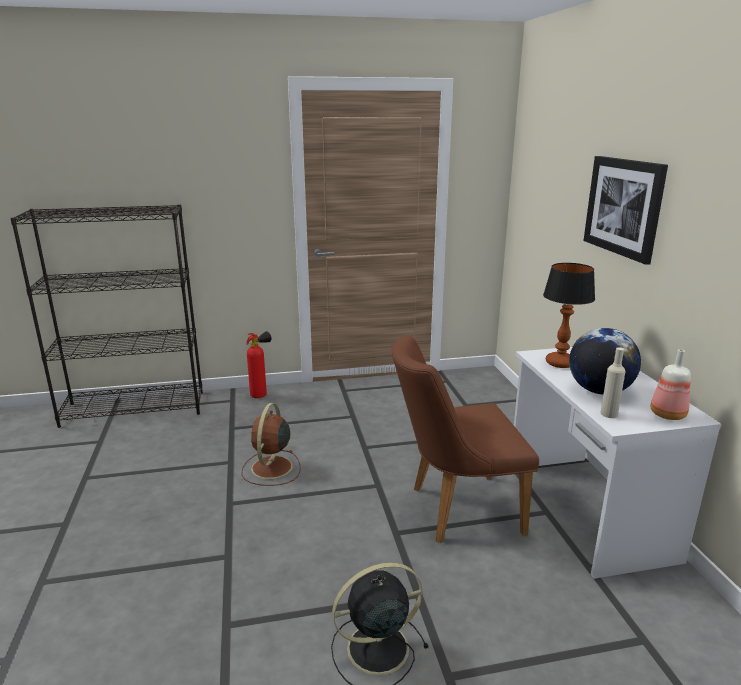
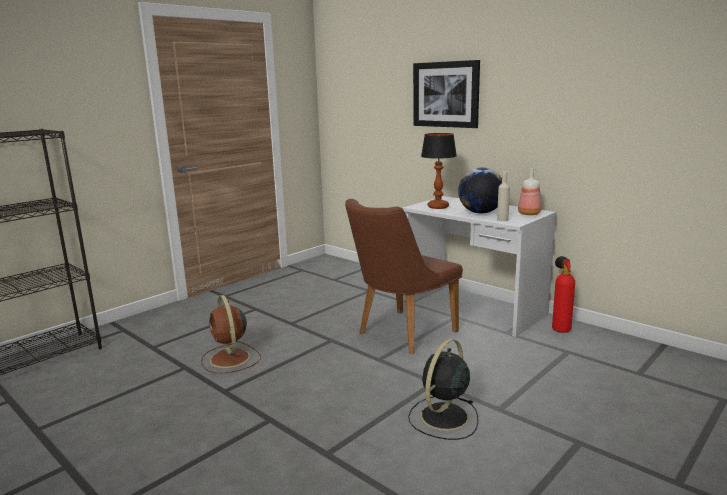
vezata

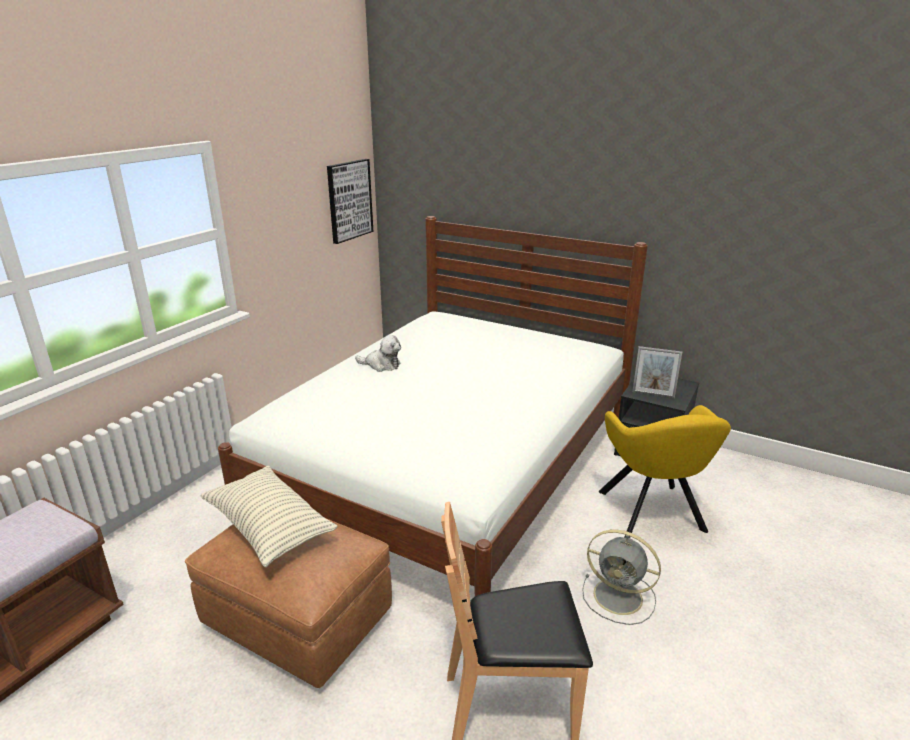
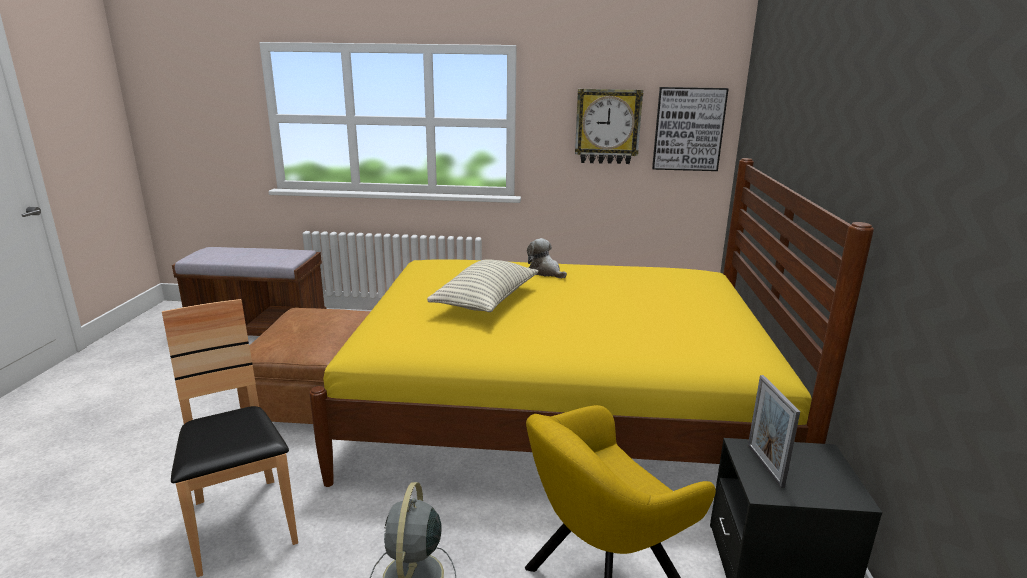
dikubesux
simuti
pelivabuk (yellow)
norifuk

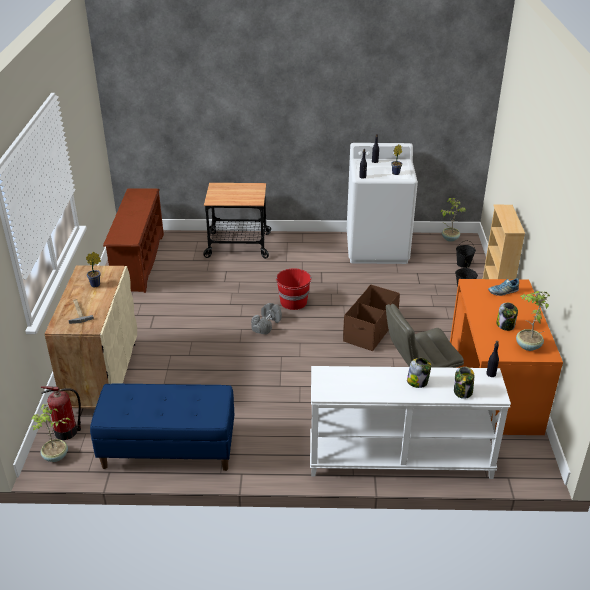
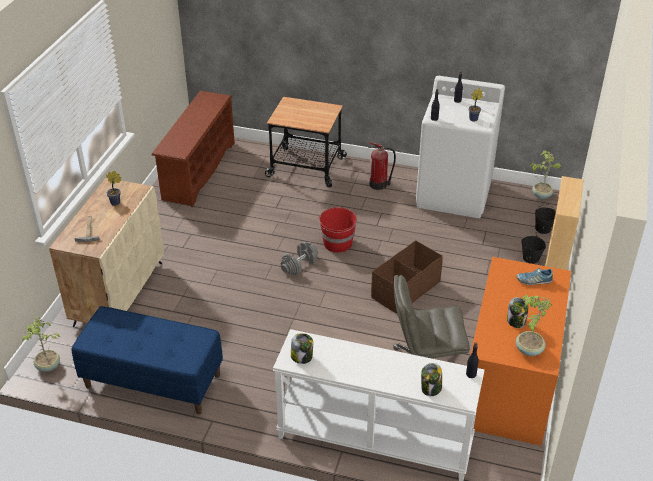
vezata
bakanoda (no. 1 from left)

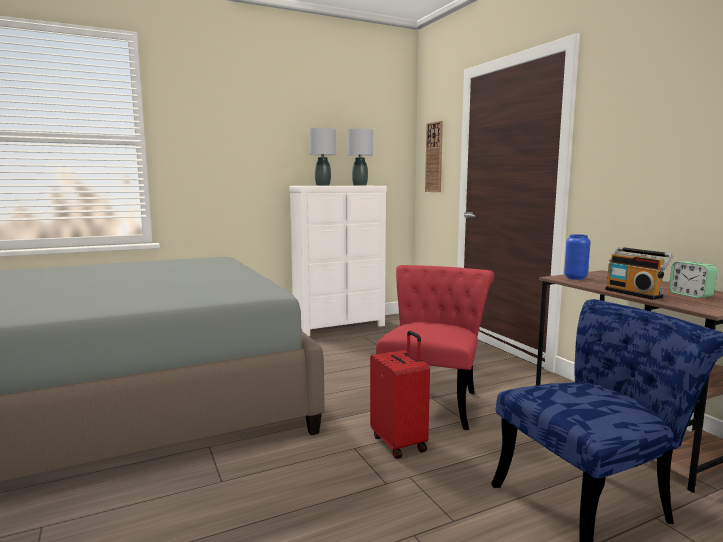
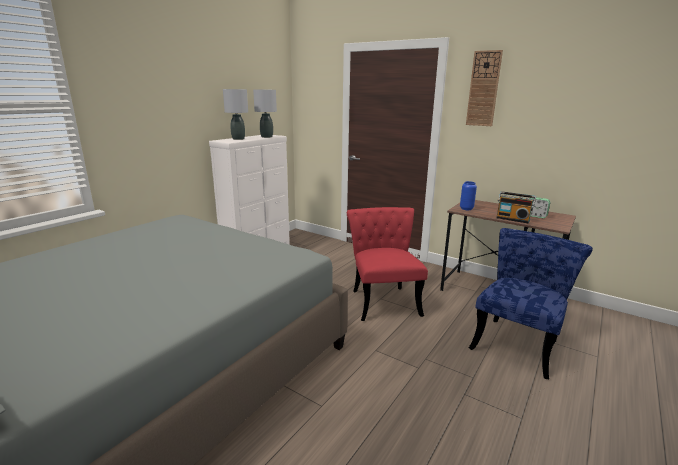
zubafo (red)
dikubesux

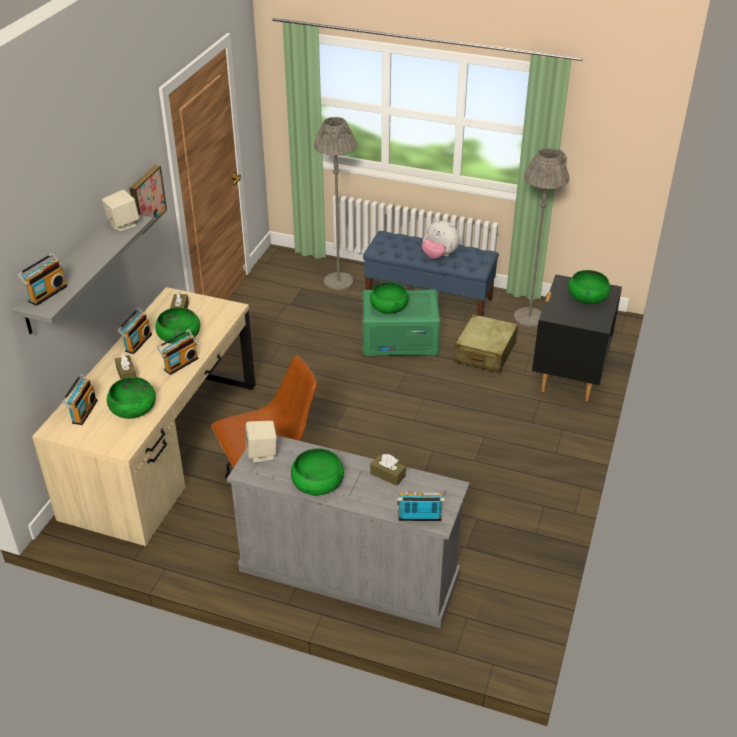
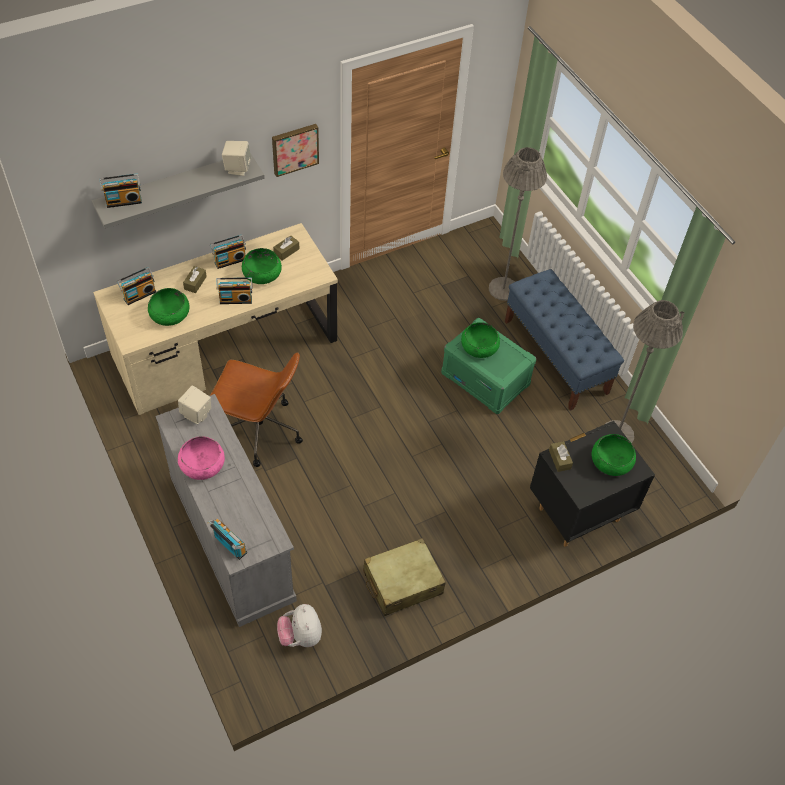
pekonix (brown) (no. 3 from left)
norifuk
zubafo (beige)
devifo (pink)

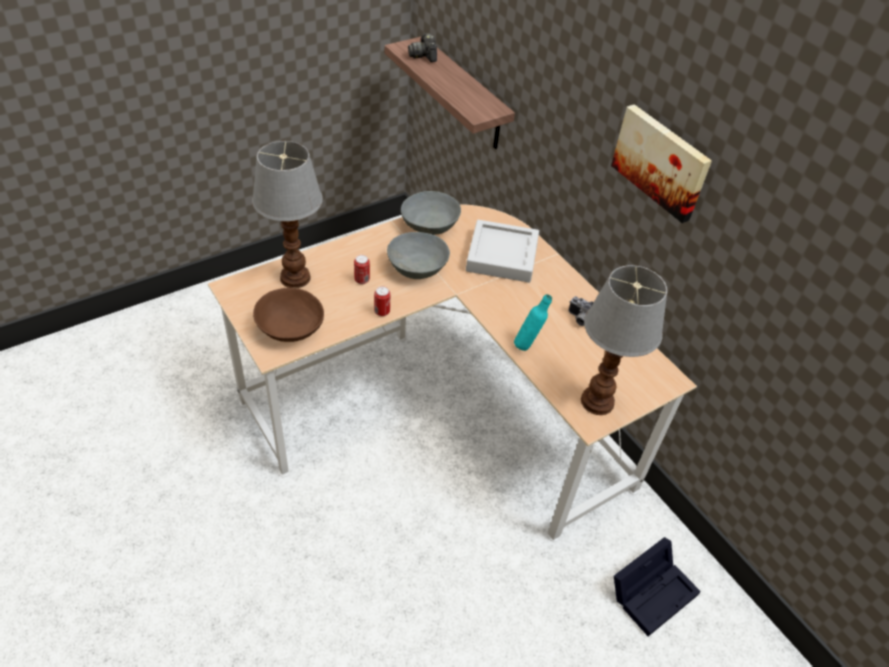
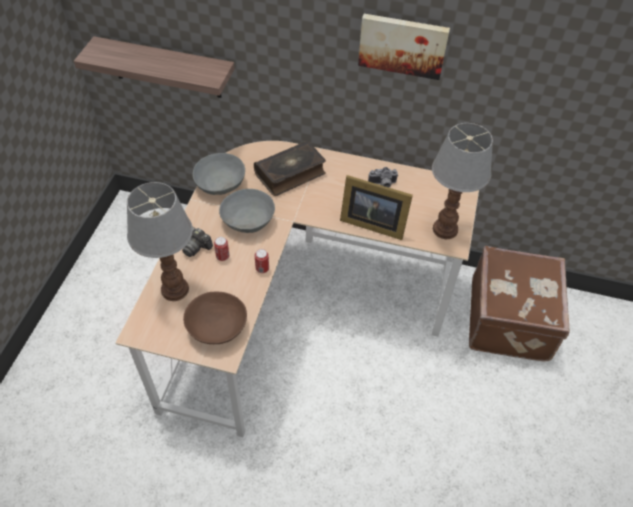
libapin (no. 1 from left)
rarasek
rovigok
zubafo (brown)

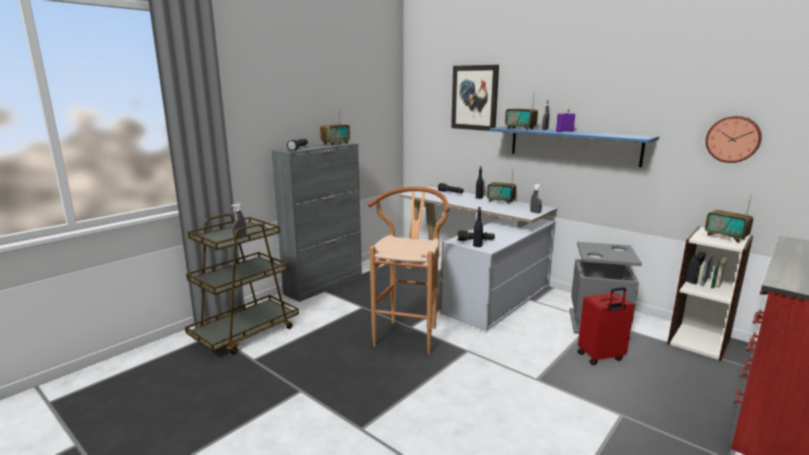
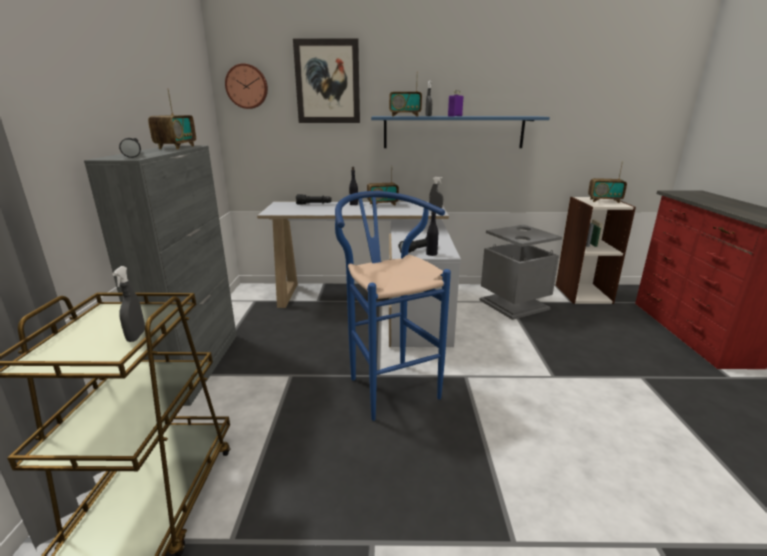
zubafo (red)
dikubesux
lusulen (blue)

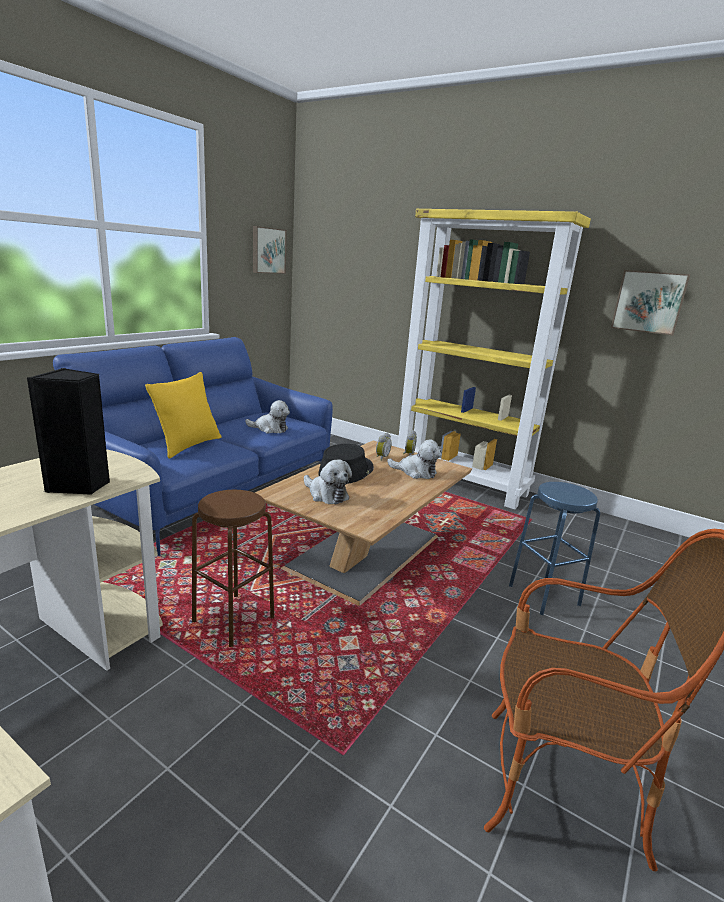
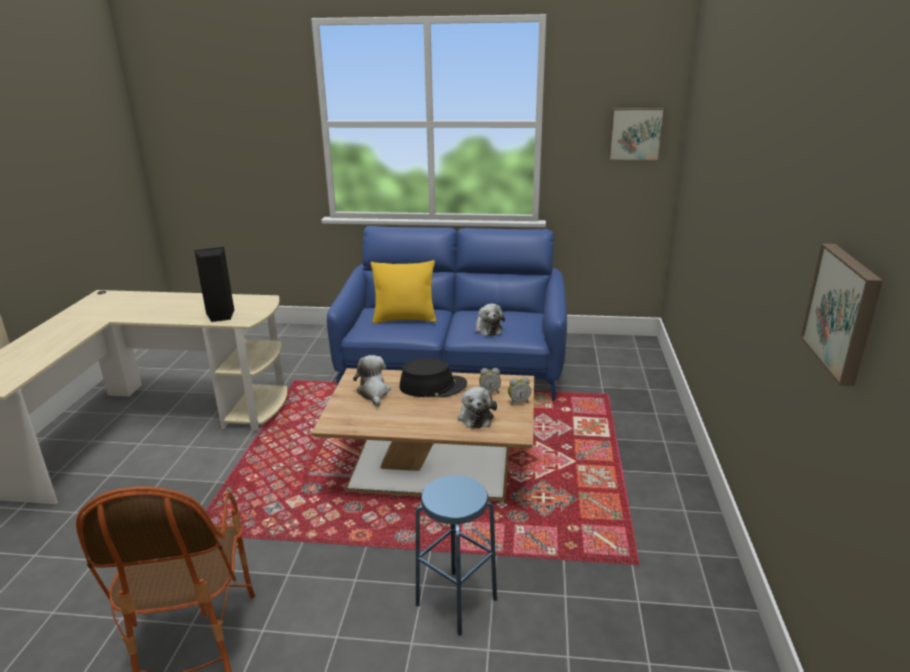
lusulen (brown)
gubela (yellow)
norifuk (no. 1 from left)

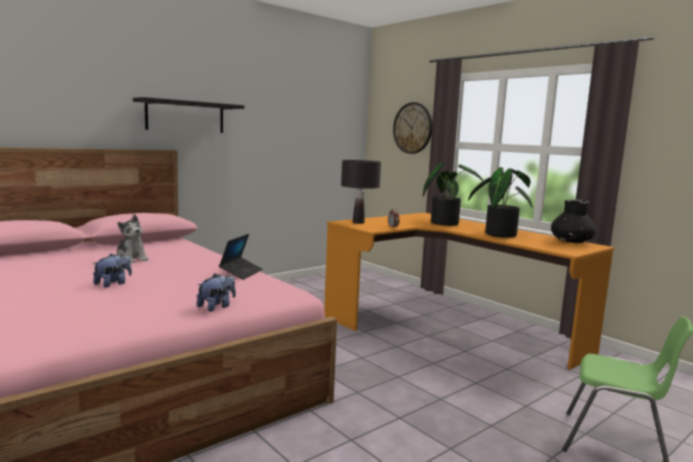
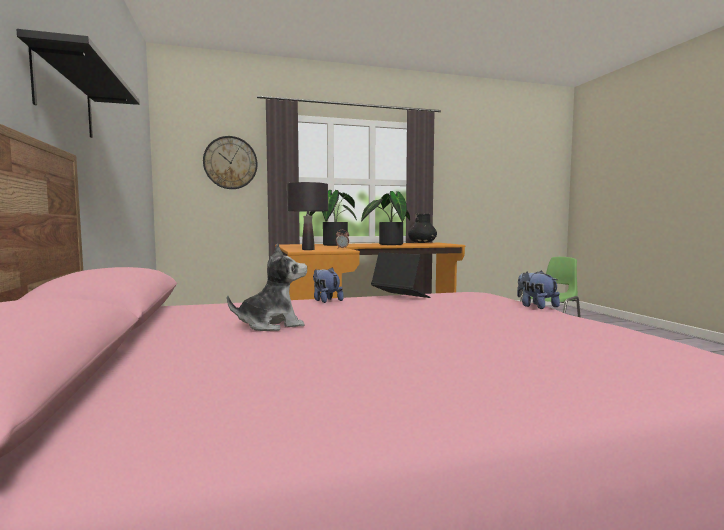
norifuk (no. 2 from left)

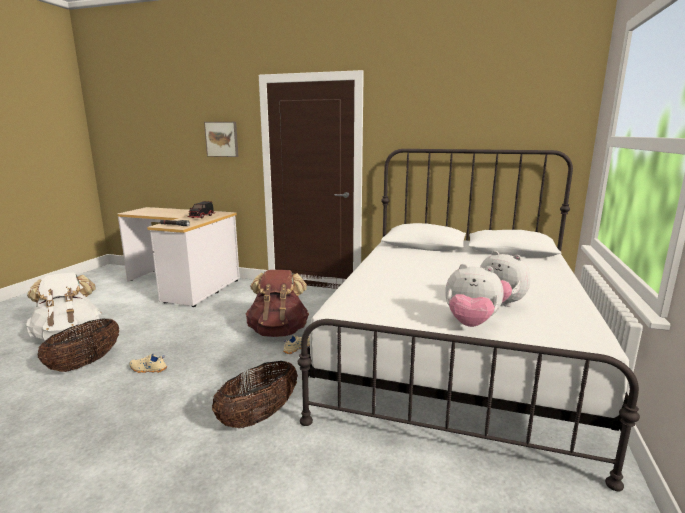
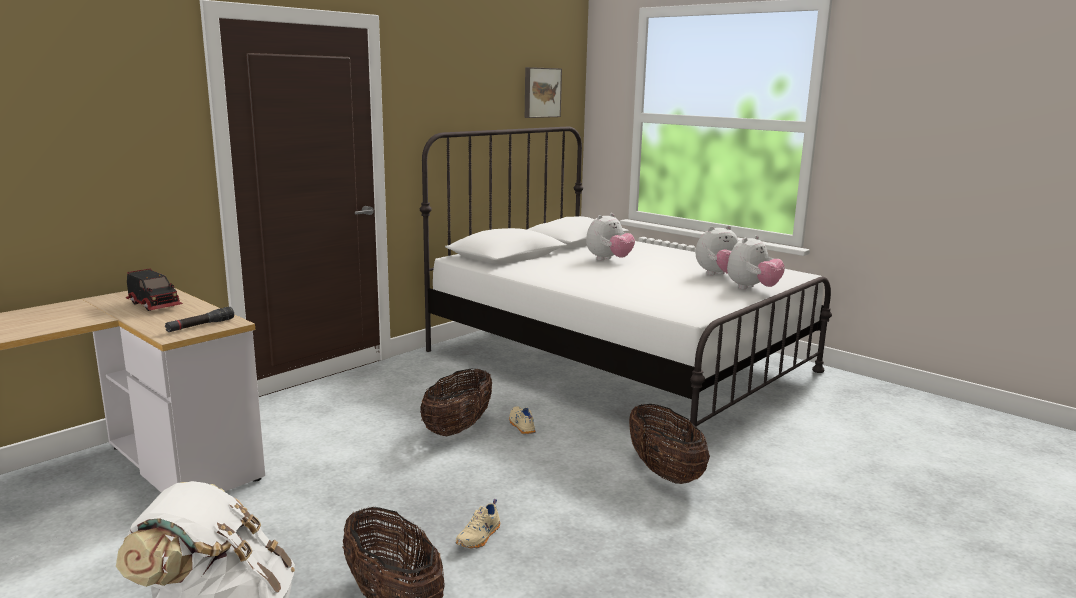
norifuk (no. 1 from left)
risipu
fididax (no. 2 from left)

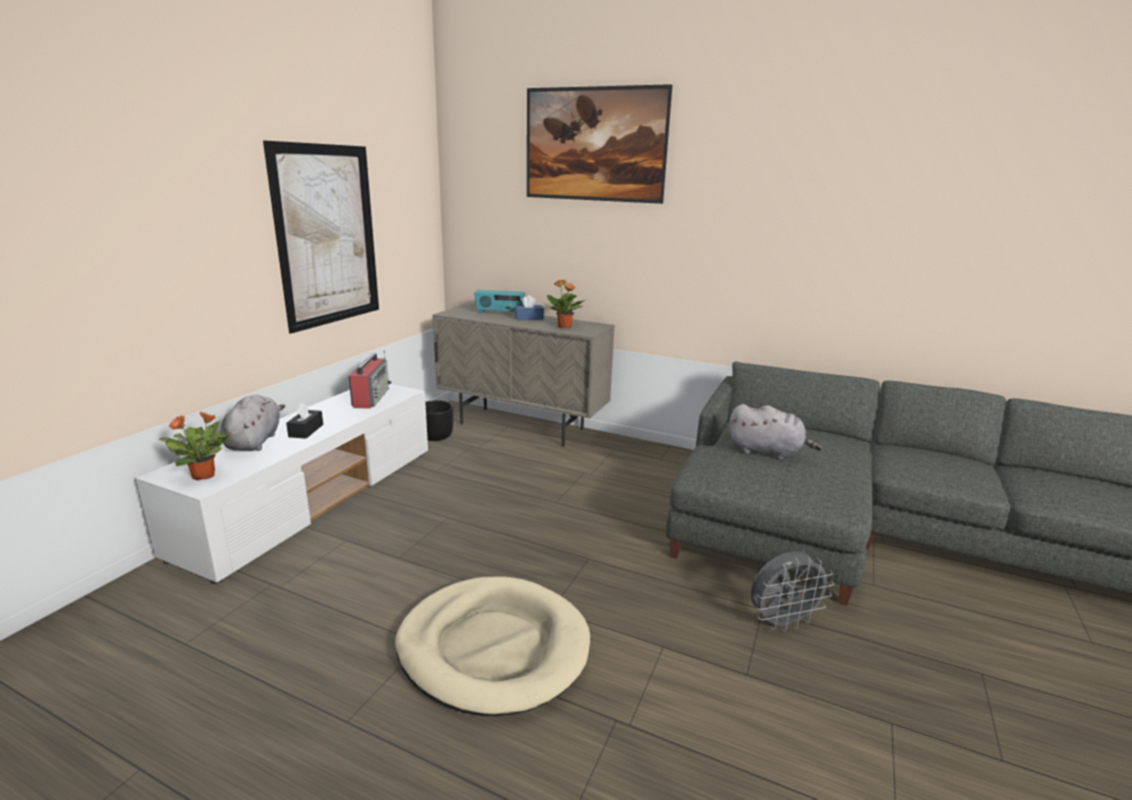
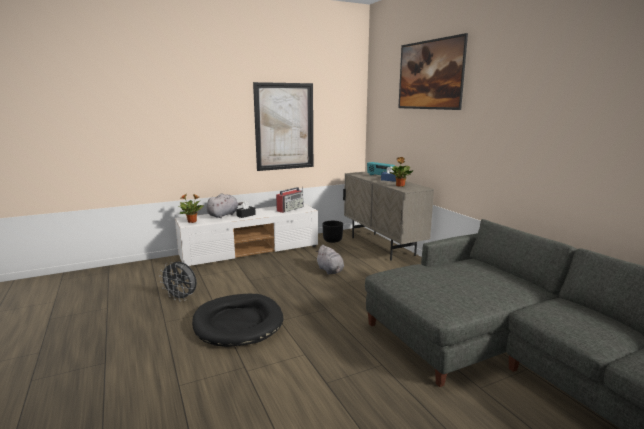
norifuk (grey) (no. 2 from left)
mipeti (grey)
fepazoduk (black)

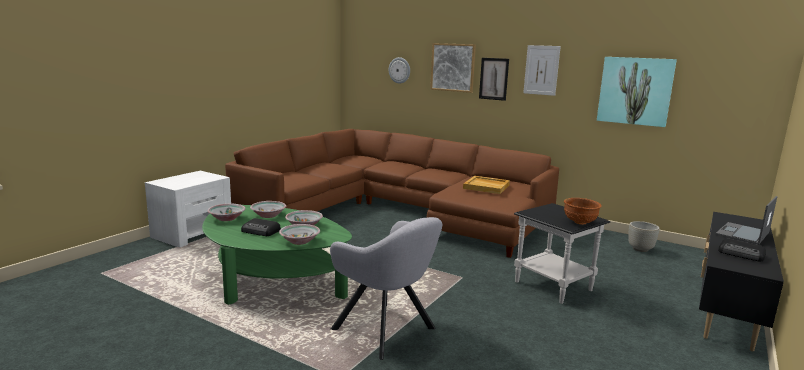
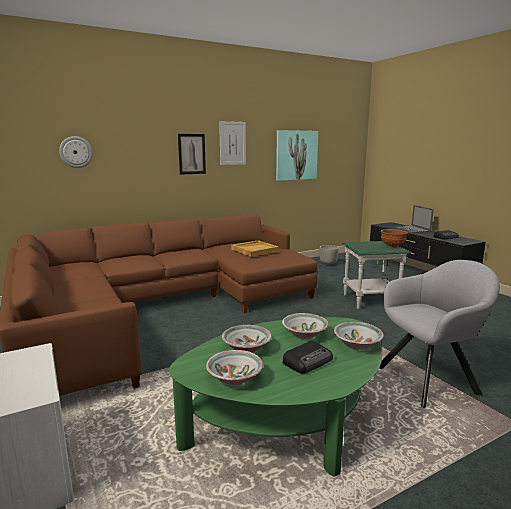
risipu (no. 1 from left in the first image)
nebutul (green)

